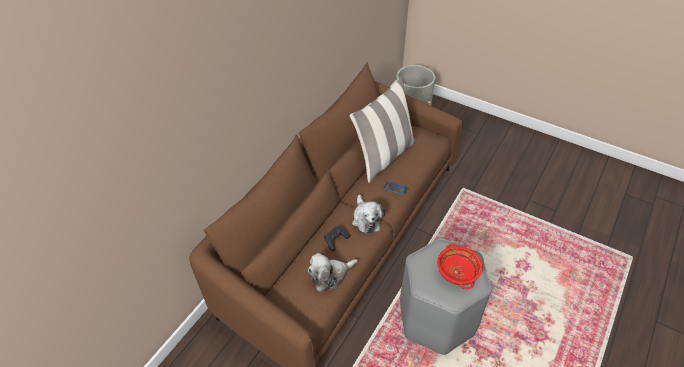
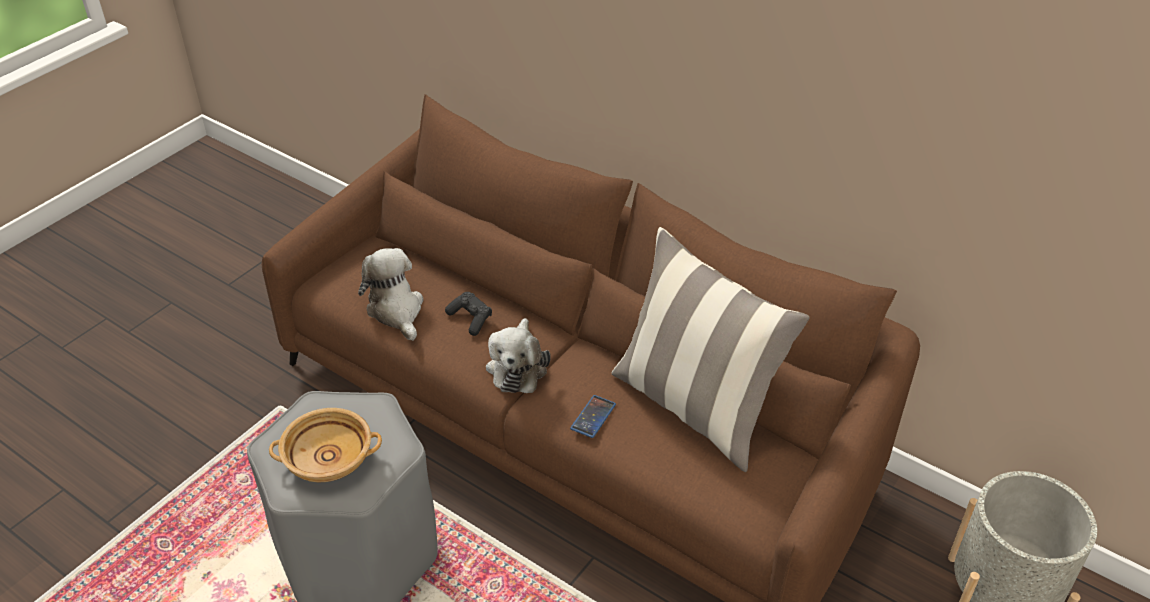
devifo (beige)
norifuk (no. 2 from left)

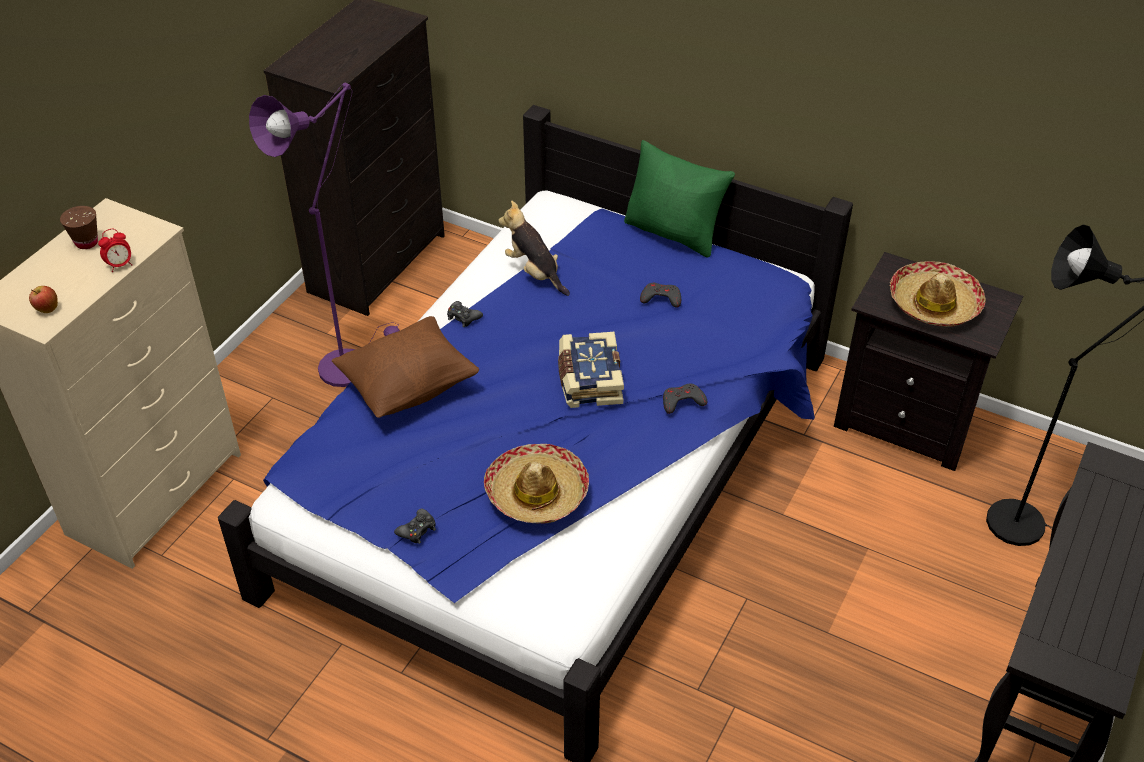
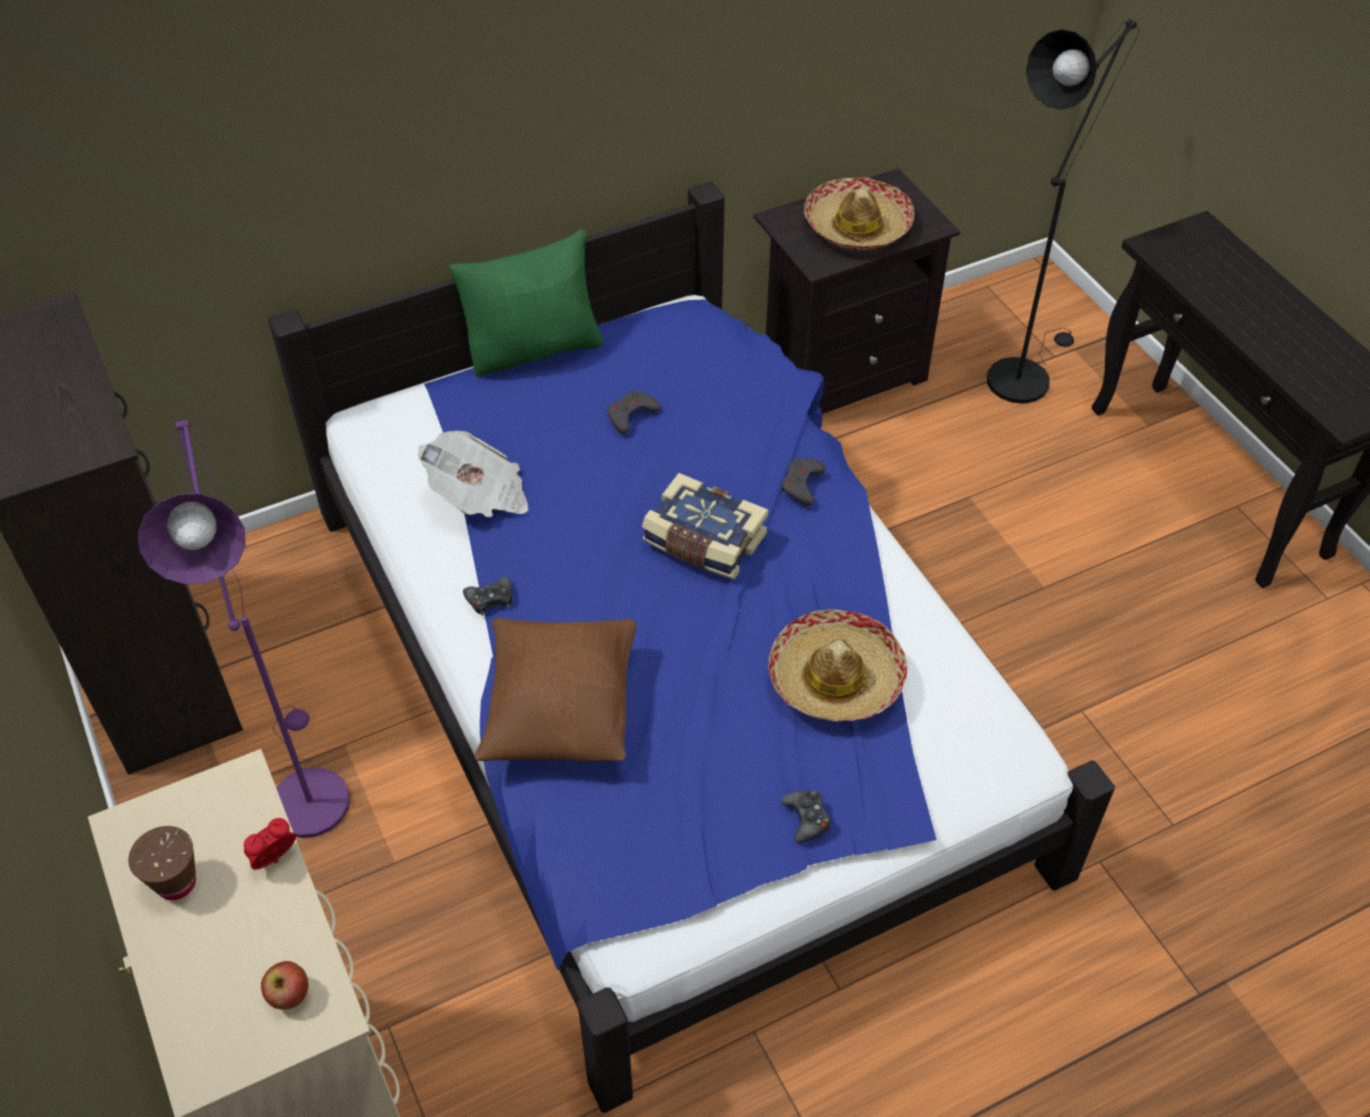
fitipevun
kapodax

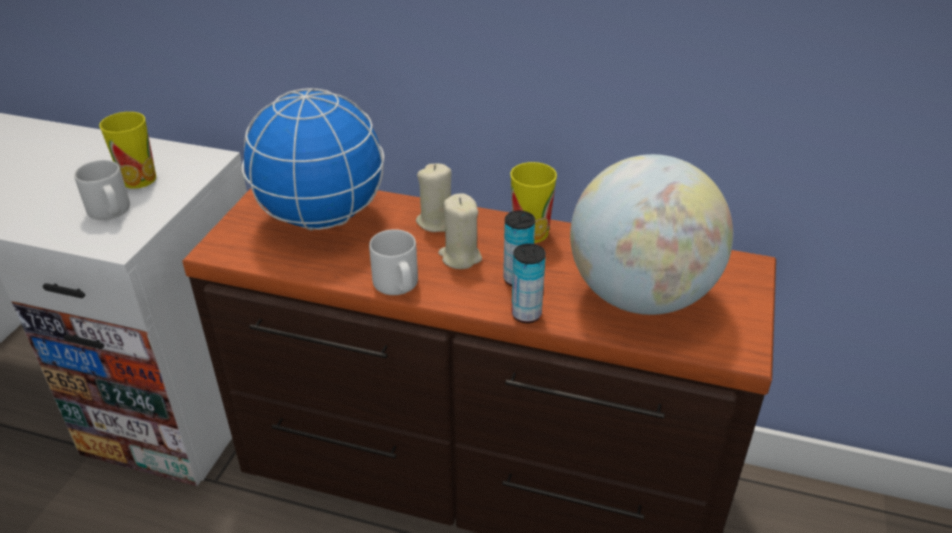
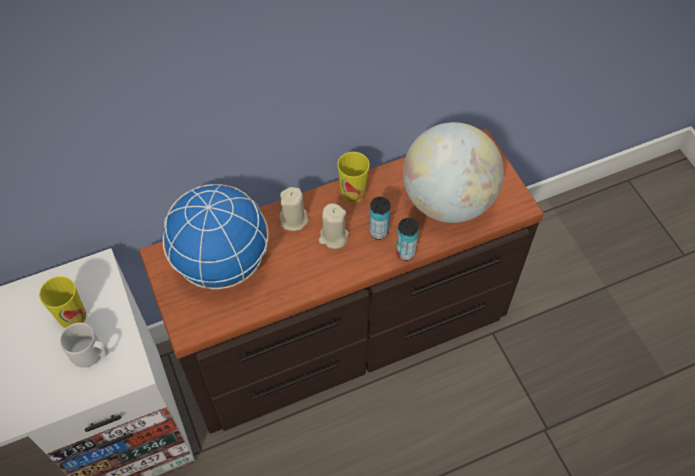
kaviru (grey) (no. 2 from left in the first image)

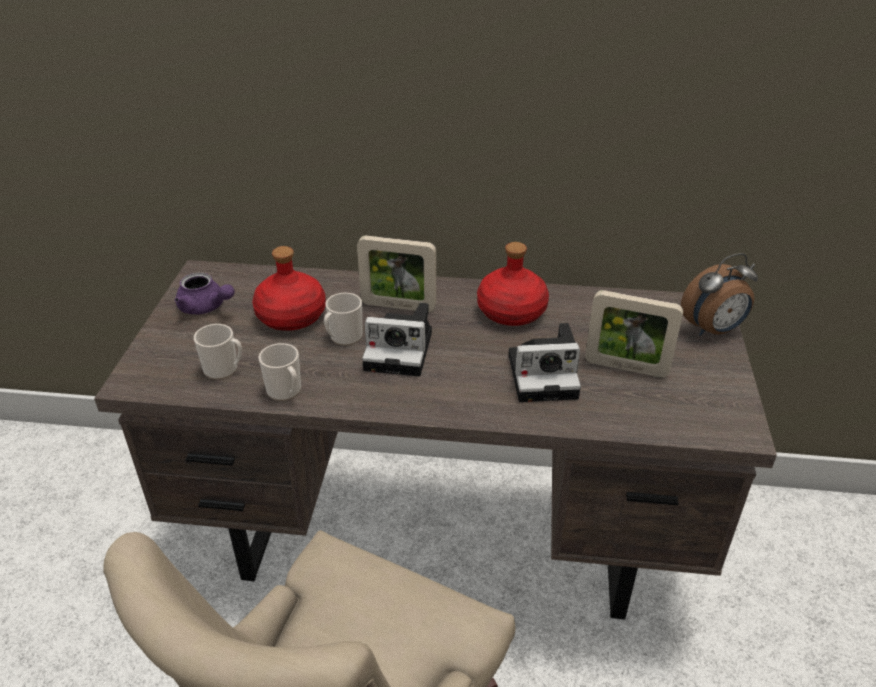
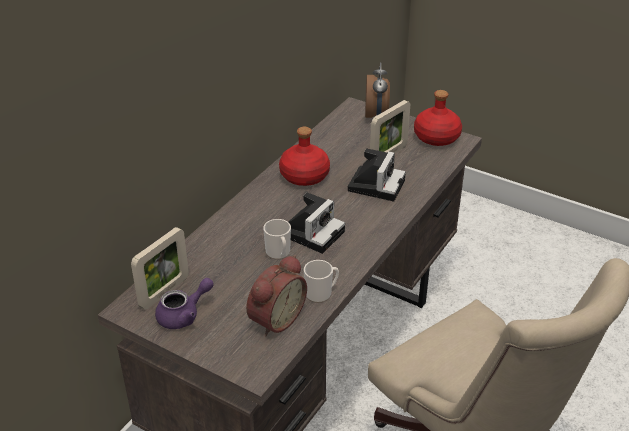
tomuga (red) (no. 2 from left)
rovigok (no. 1 from left)
kapodax (no. 1 from left)

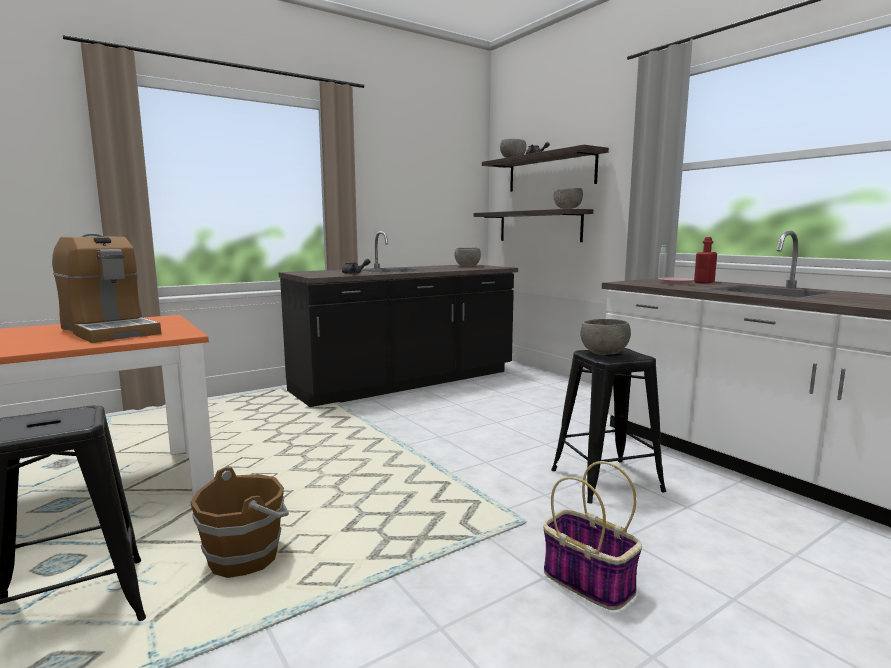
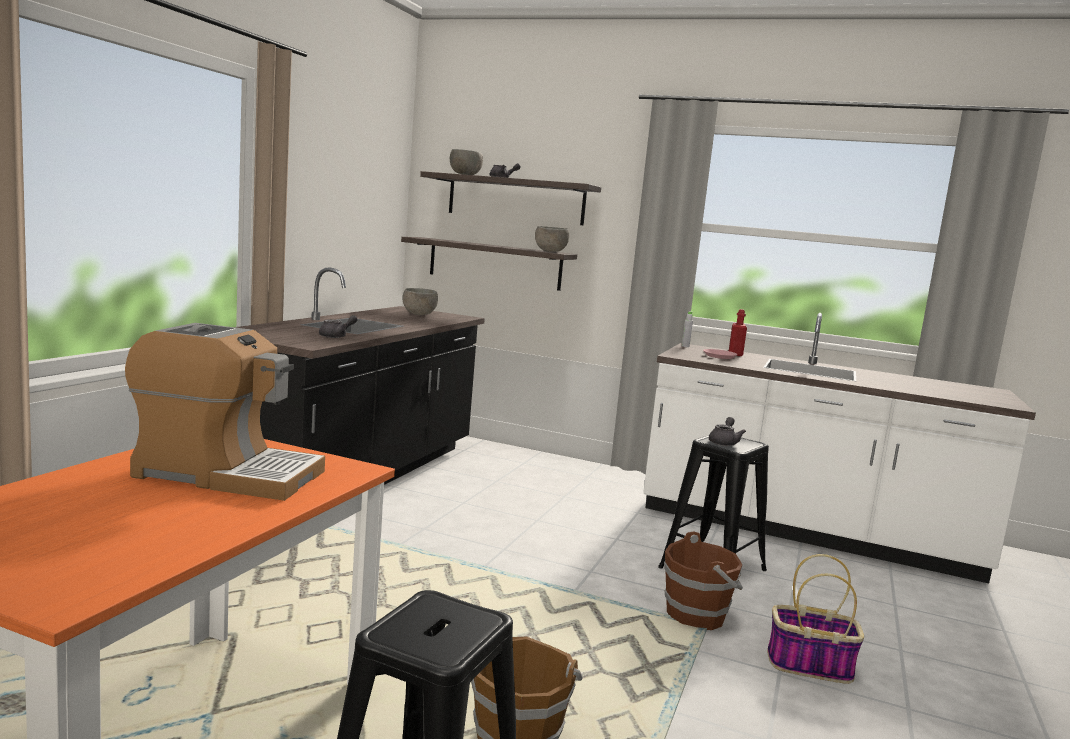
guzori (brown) (no. 2 from left)
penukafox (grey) (no. 3 from left)

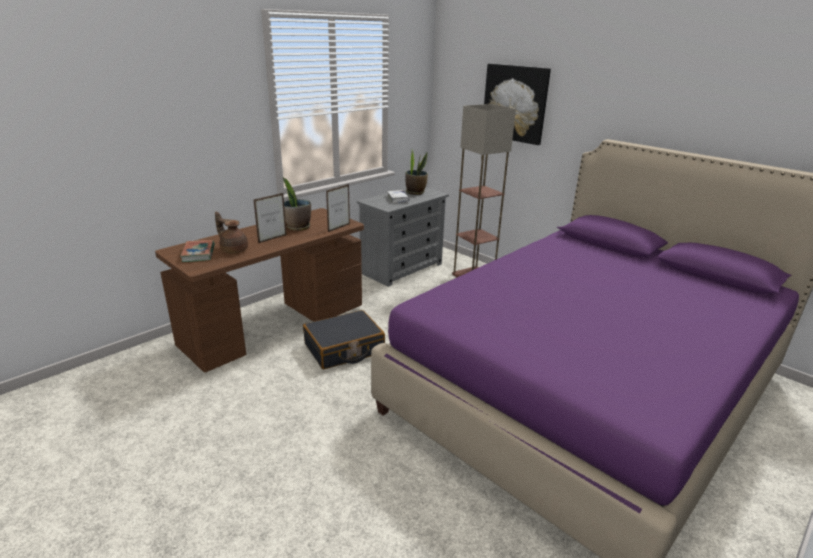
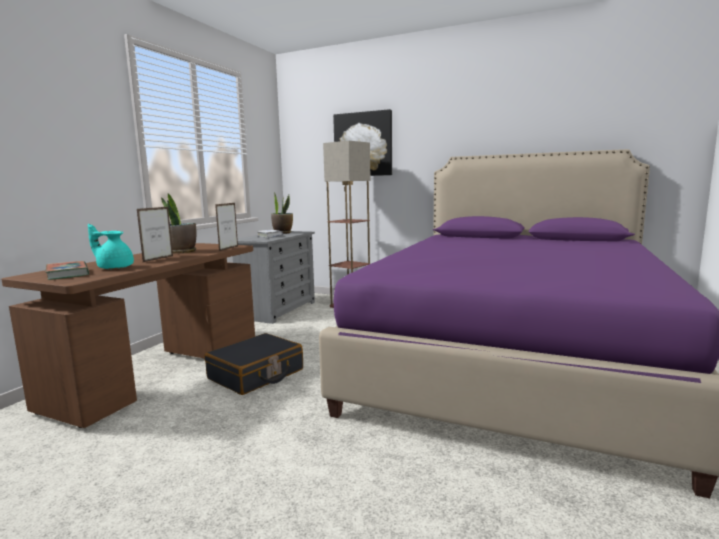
penukafox (turquoise)

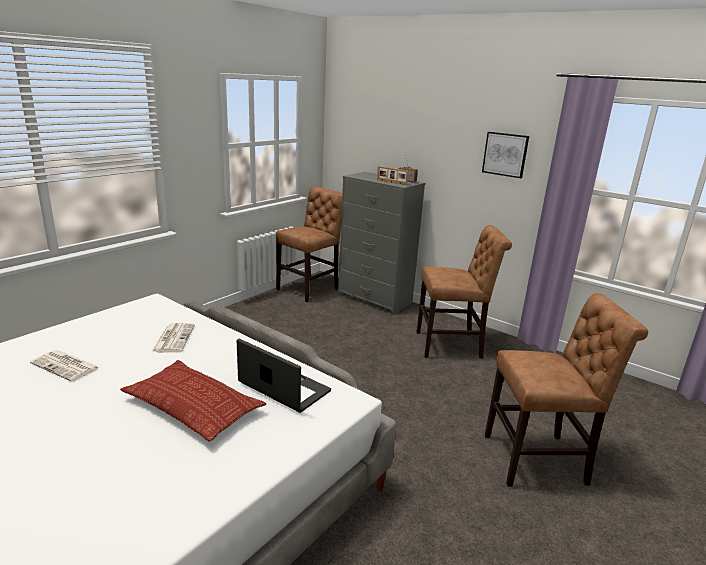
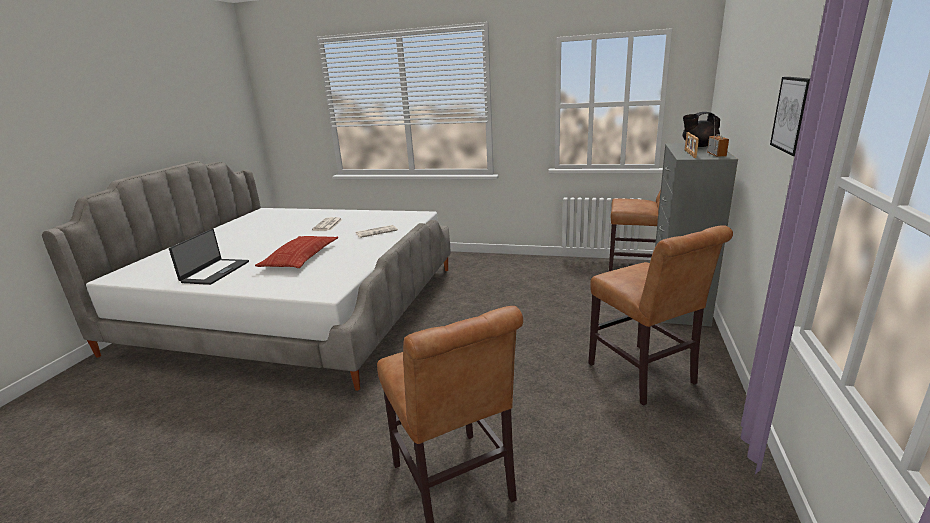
penukafox (black)
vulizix

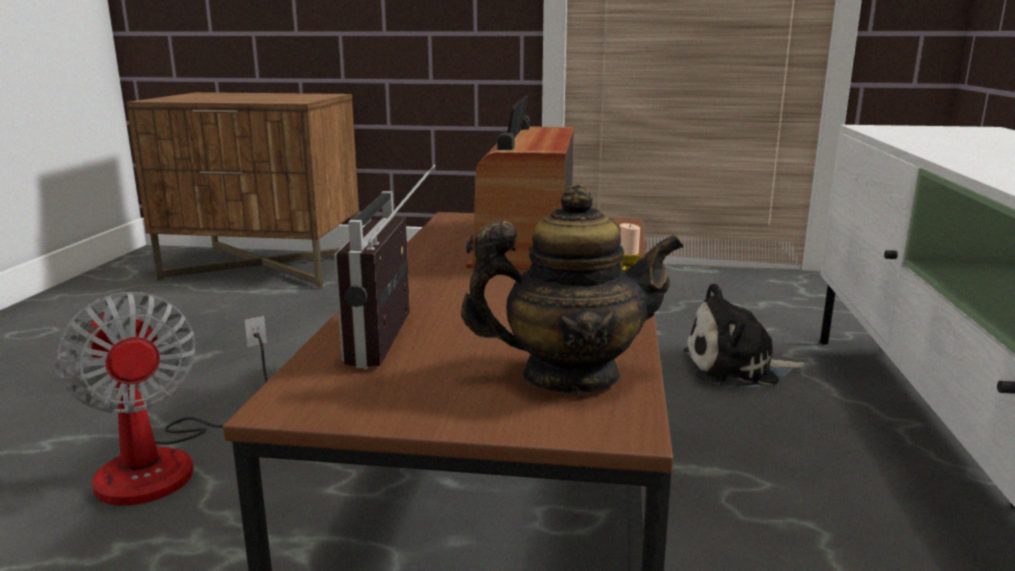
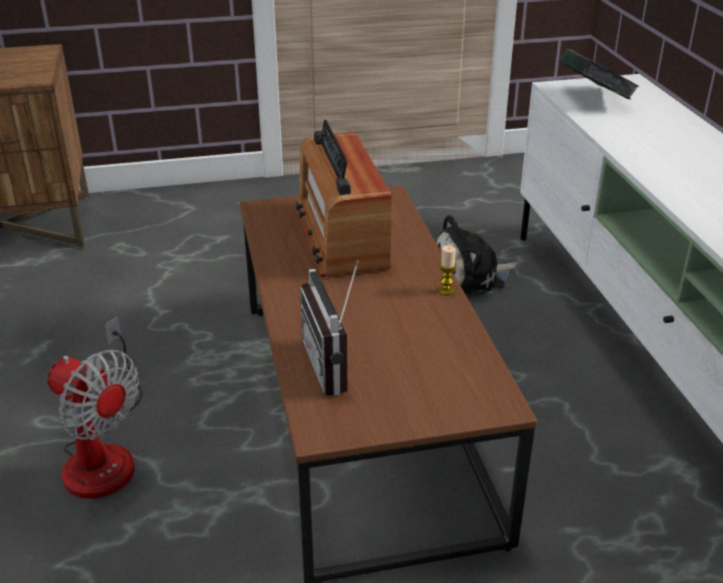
penukafox
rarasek

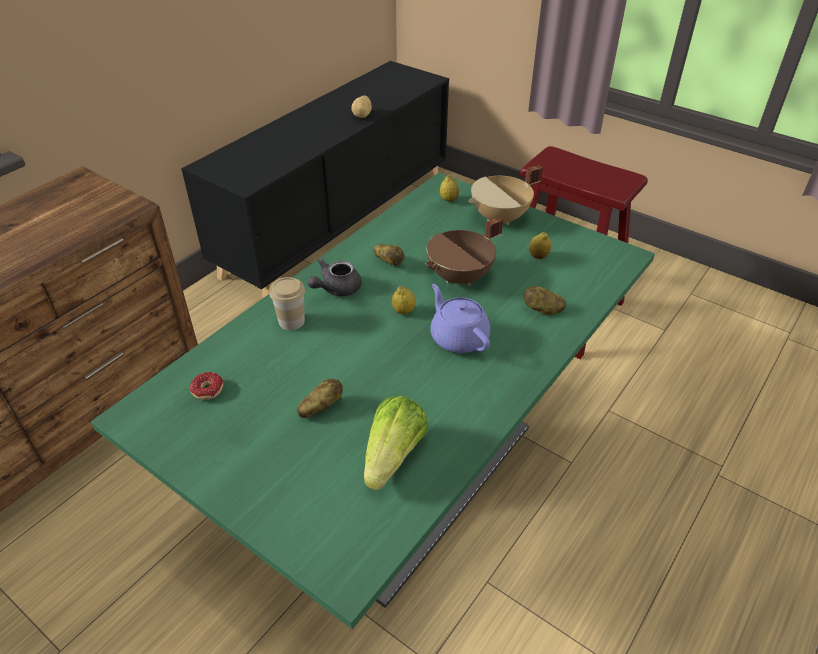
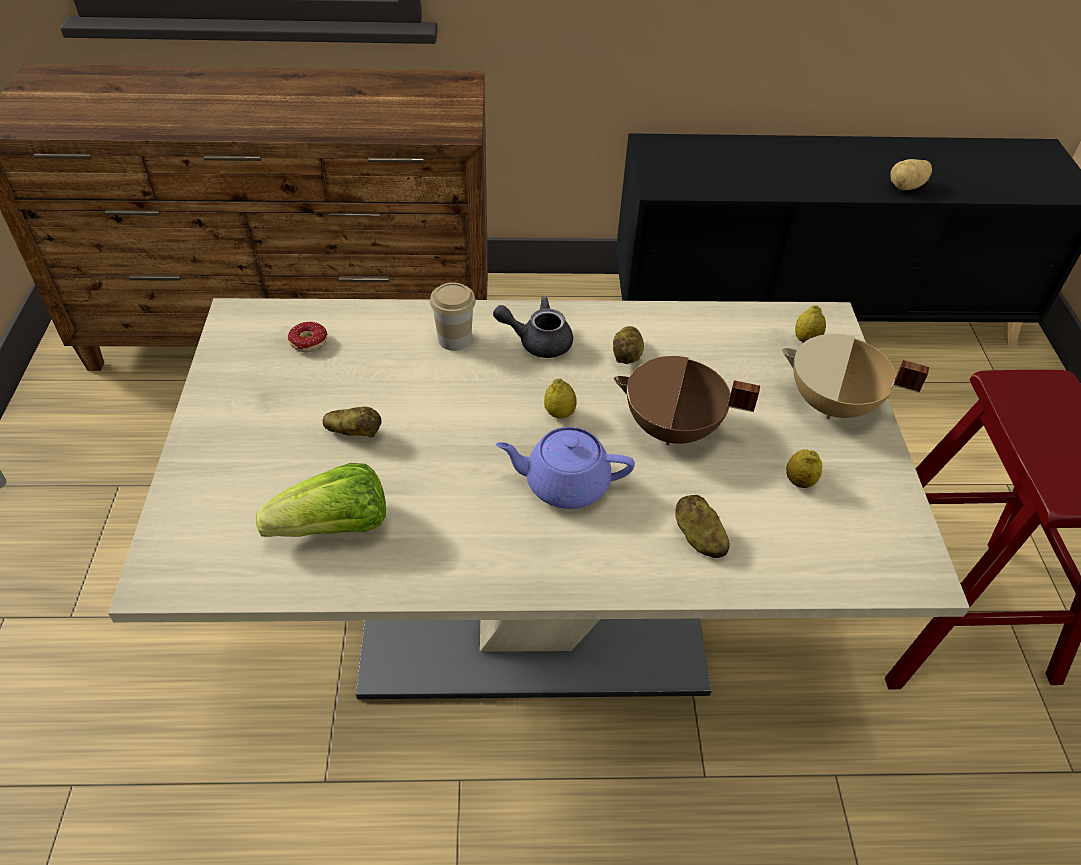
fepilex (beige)
penukafox (purple)

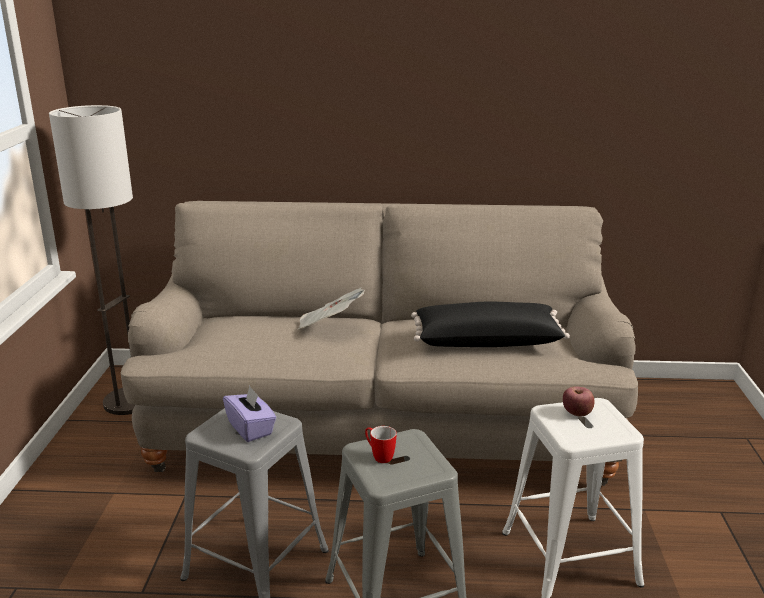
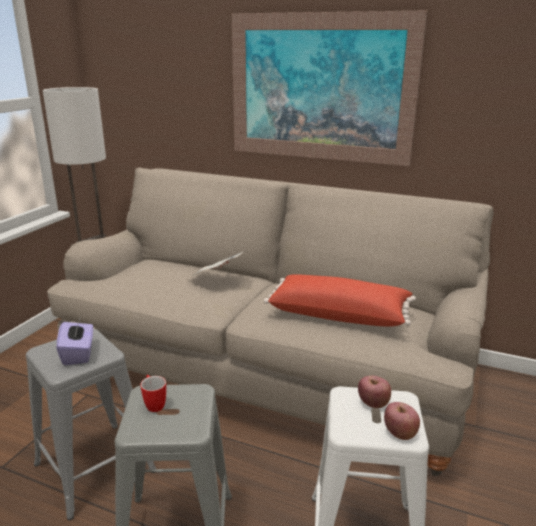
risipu
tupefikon (no. 2 from left)
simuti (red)

